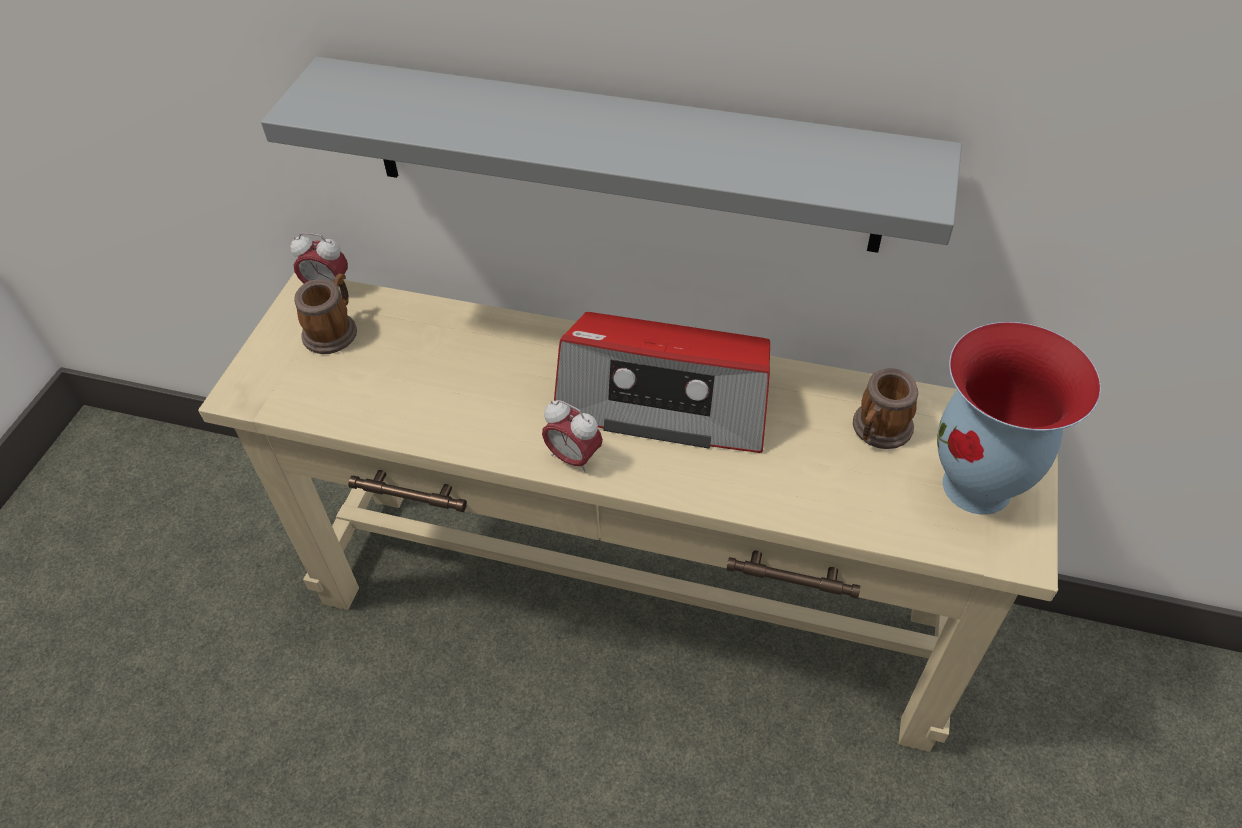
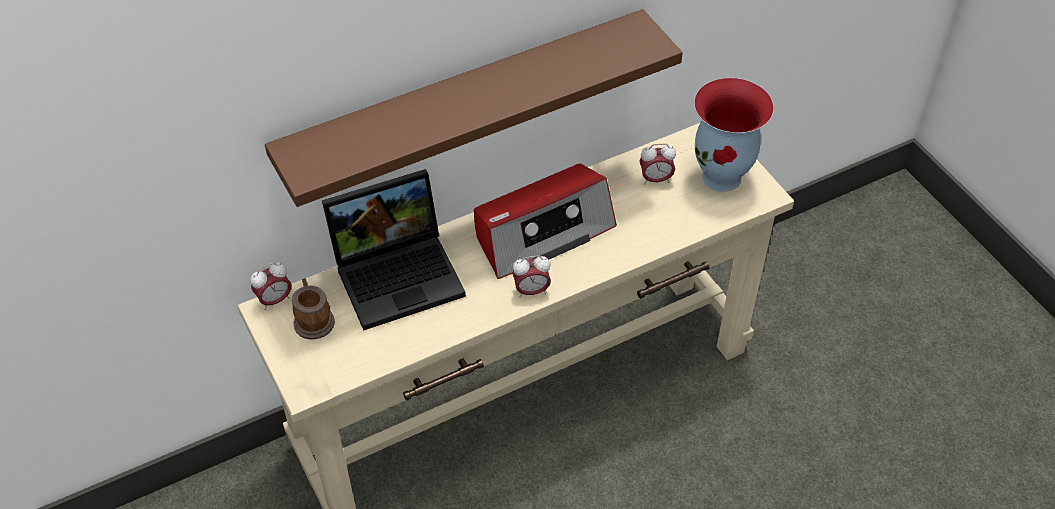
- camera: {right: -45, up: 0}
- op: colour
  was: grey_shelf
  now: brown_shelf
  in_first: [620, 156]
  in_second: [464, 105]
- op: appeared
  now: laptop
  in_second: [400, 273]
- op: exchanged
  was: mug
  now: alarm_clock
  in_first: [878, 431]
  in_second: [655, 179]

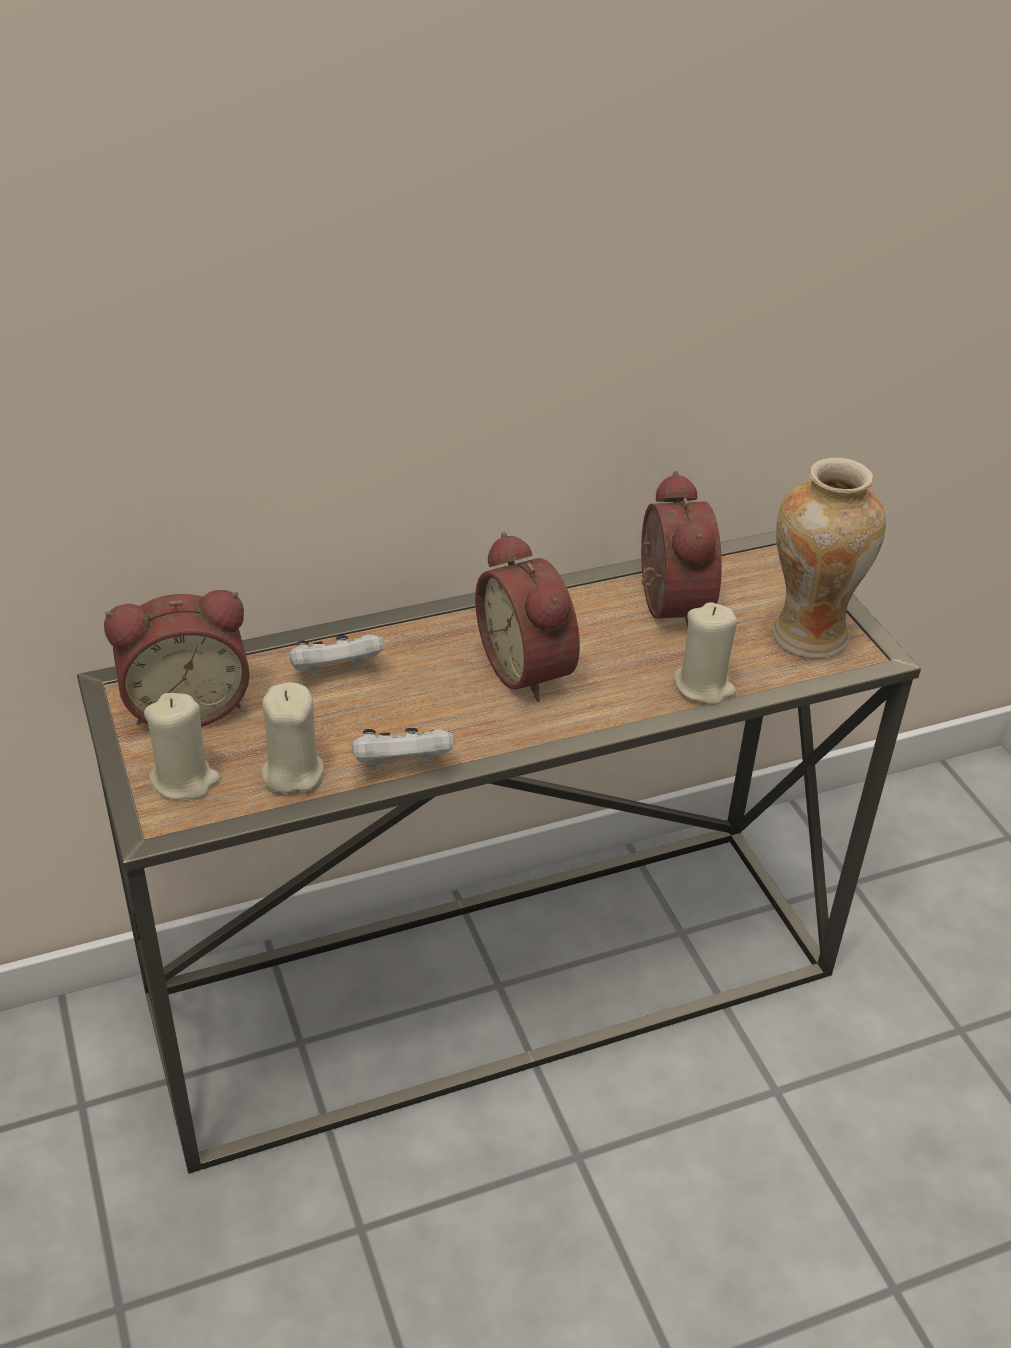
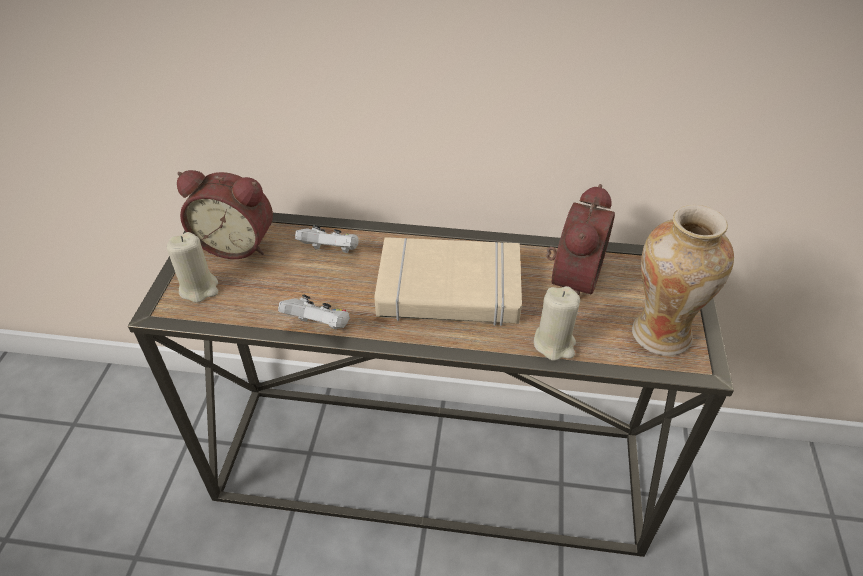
- camera: {right: 30, up: 5}
- op: exchanged
  was: alarm_clock
  now: beige_book
  in_first: [531, 668]
  in_second: [449, 290]
- op: missing
  was: beige_candle
  in_first: [292, 772]

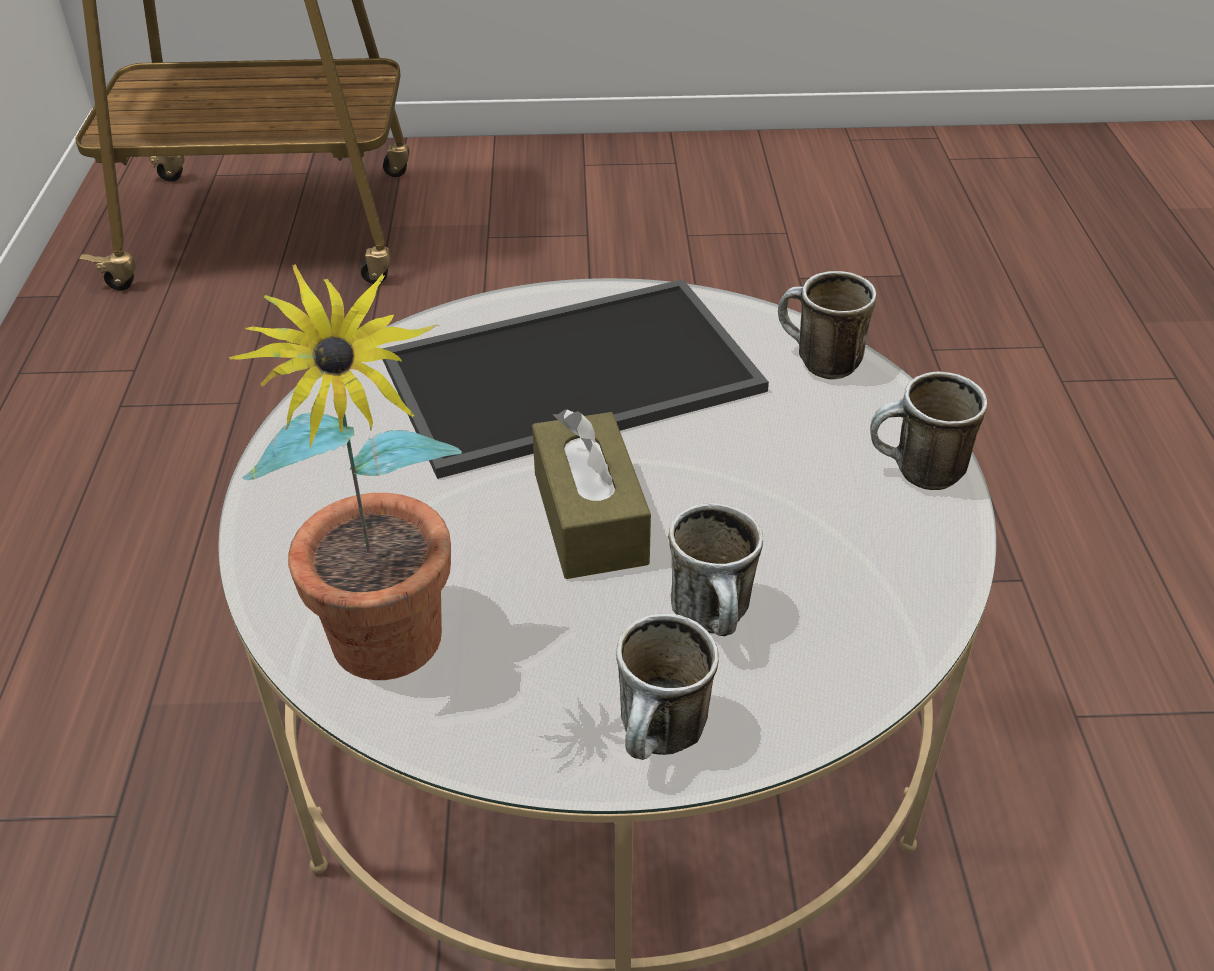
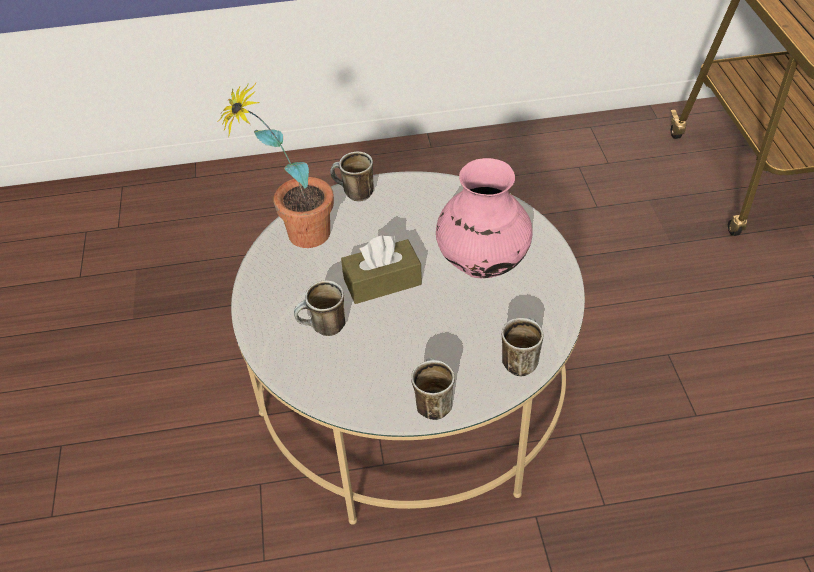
- camera: {right: 85, up: 5}
- op: relocated
  was: mug
  in_first: [661, 741]
  in_second: [353, 194]
- op: exchanged
  was: tray
  now: pink_vase
  in_first: [569, 379]
  in_second: [482, 262]

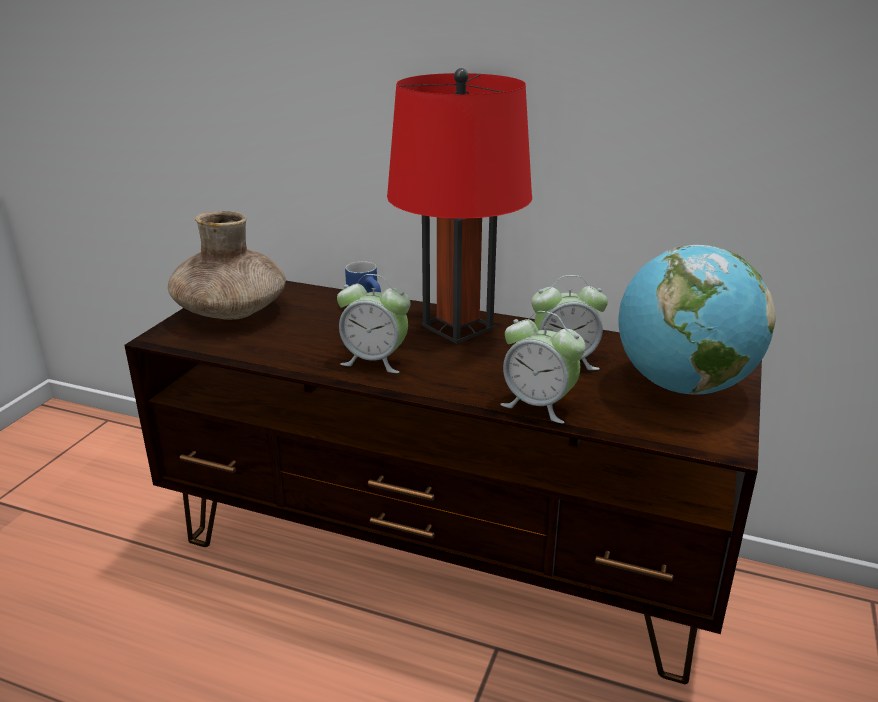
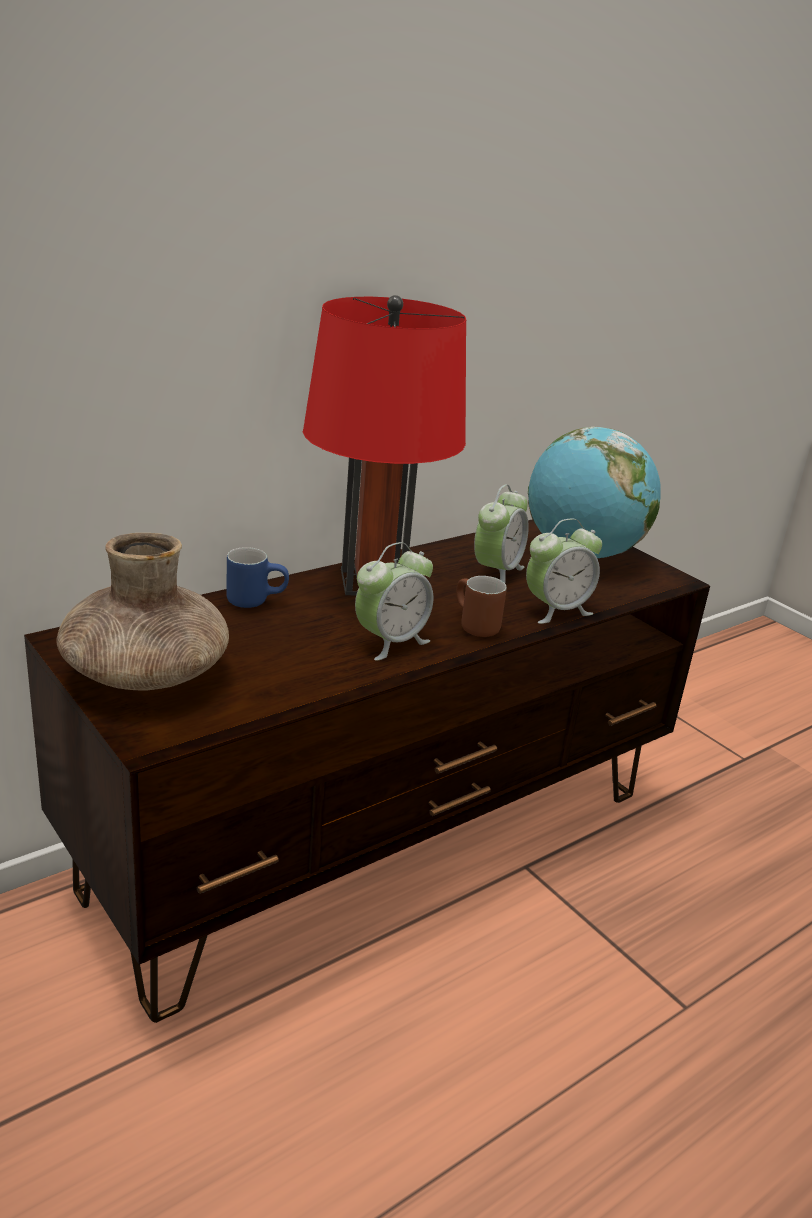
- camera: {right: -60, up: 0}
- op: appeared
  now: brown_mug
  in_second: [472, 625]

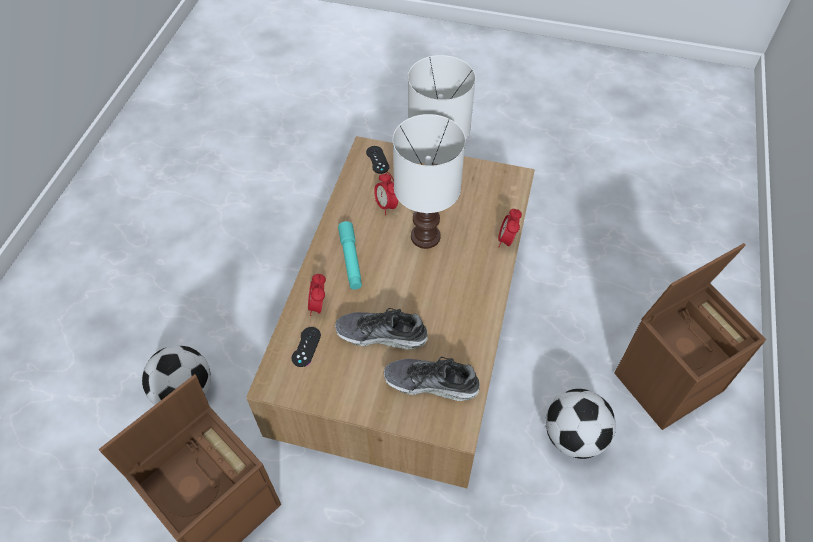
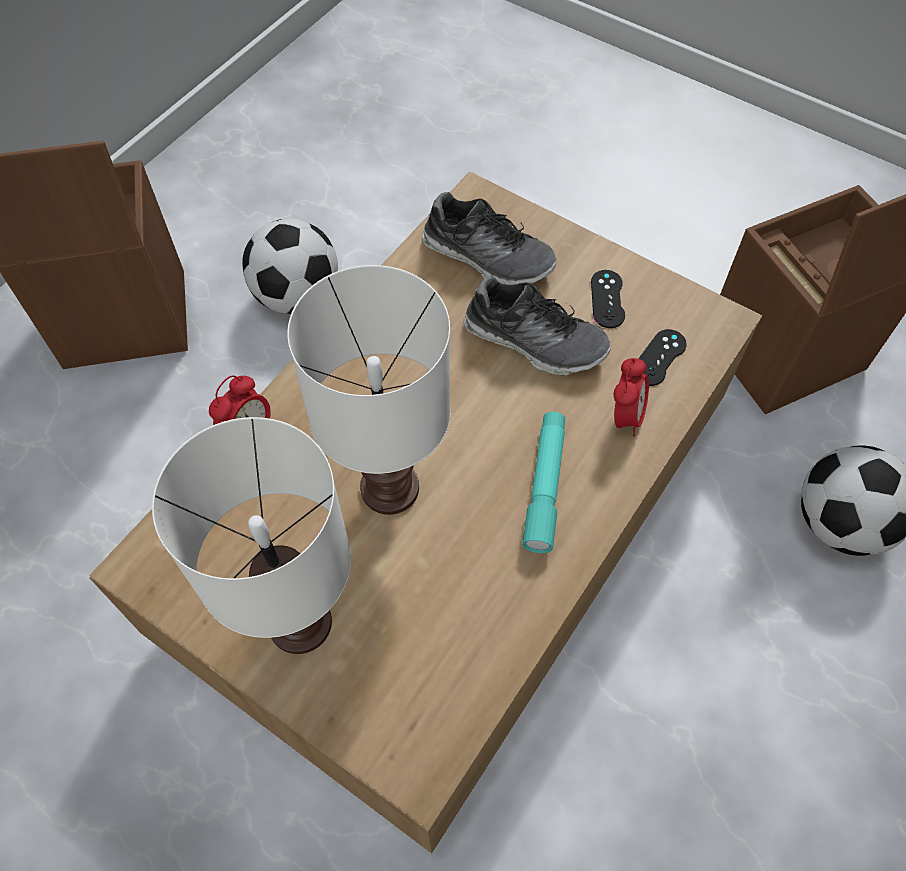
- camera: {right: -160, up: 5}
- op: relocated
  was: black_game_controller
  in_first: [377, 160]
  in_second: [607, 299]
- op: missing
  was: alarm_clock
  in_first: [386, 206]

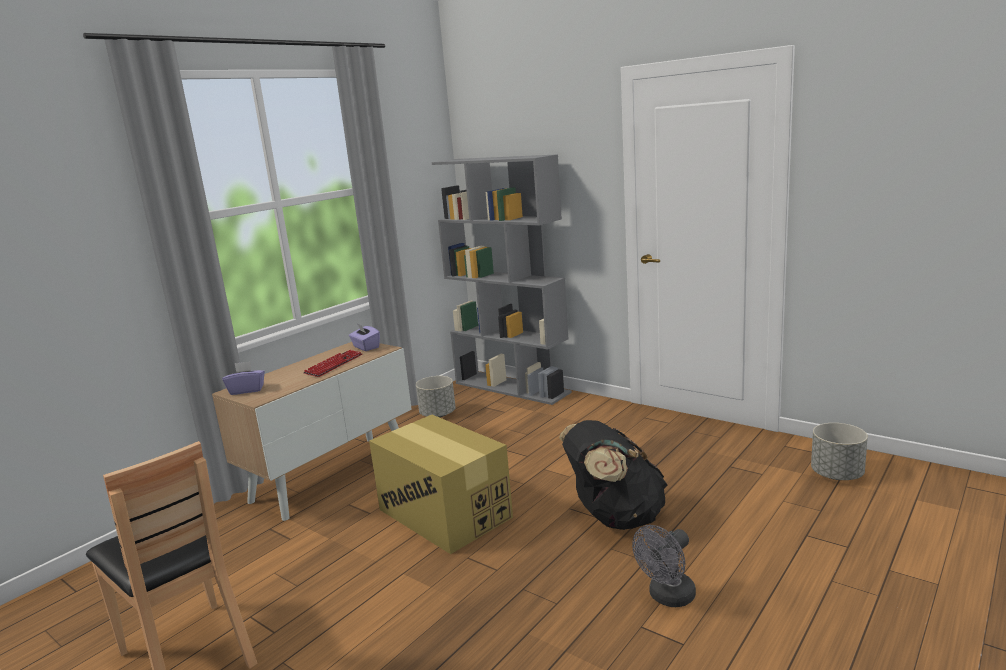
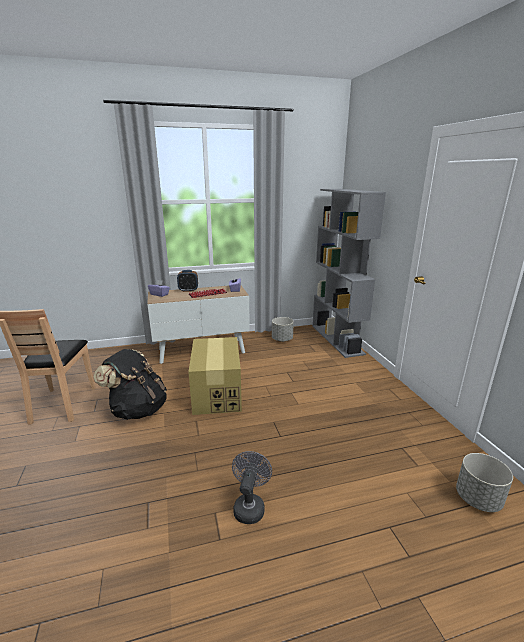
- camera: {right: 35, up: 5}
- op: relocated
  was: black_backpack
  in_first: [614, 517]
  in_second: [138, 409]
- op: appeared
  now: alarm_clock
  in_second: [188, 290]
- op: spun
  was: grey_fan
  in_first: [667, 597]
  in_second: [250, 506]
  clockwise: 105

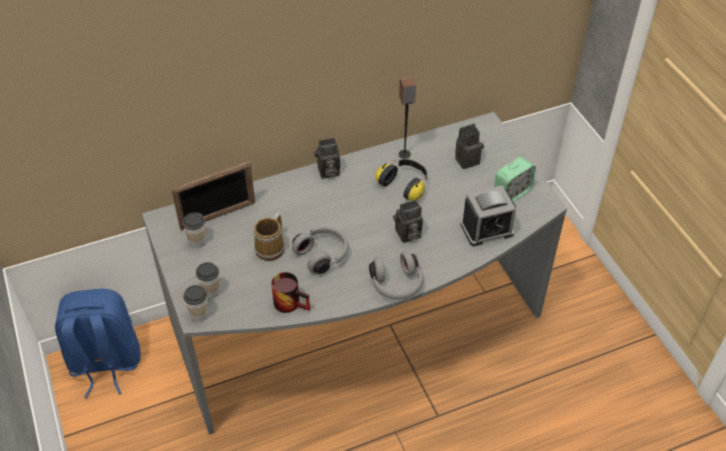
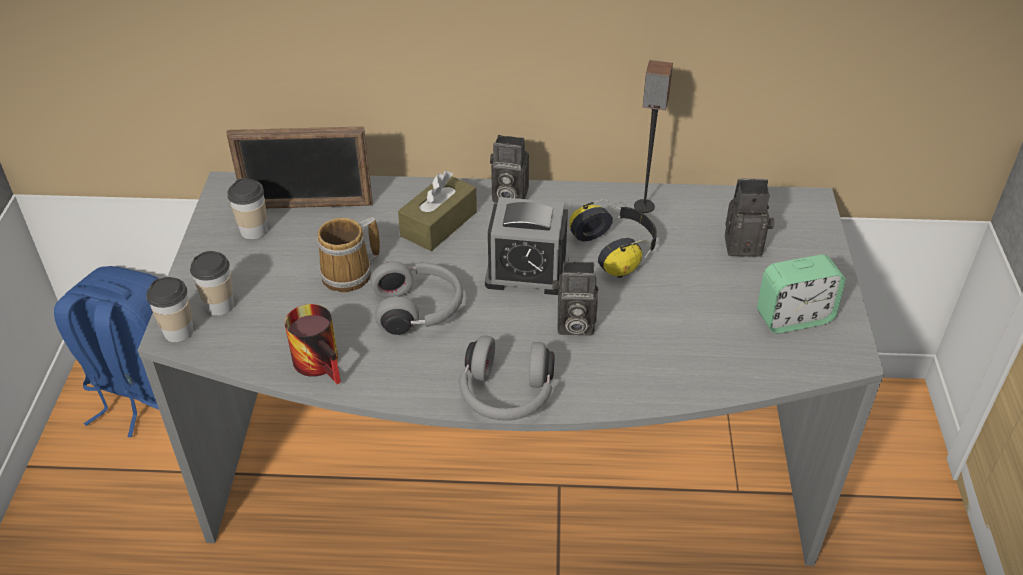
- camera: {right: 25, up: -5}
- op: appeared
  now: brown_tissue_box
  in_second: [439, 224]
- op: relocated
  was: alarm_clock
  in_first: [486, 229]
  in_second: [527, 272]

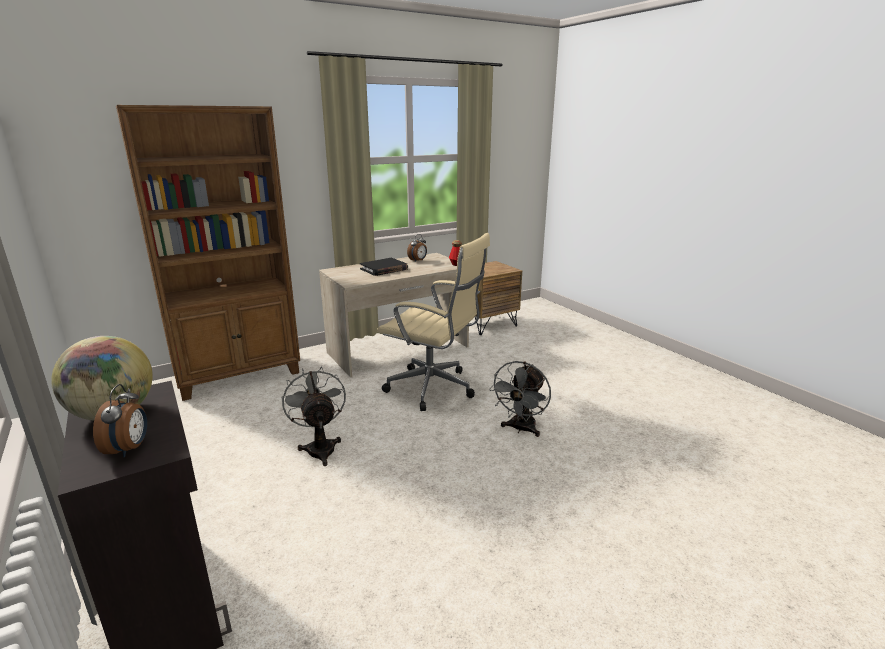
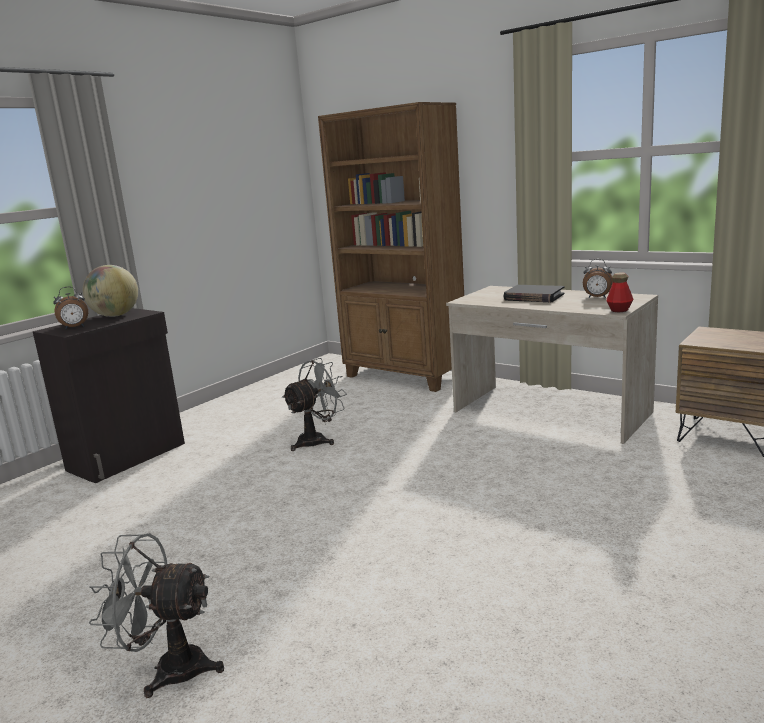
- camera: {right: 70, up: -5}
- op: relocated
  was: grey_fan
  in_first: [520, 429]
  in_second: [169, 669]
- op: missing
  was: beige_office_chair
  in_first: [434, 389]

